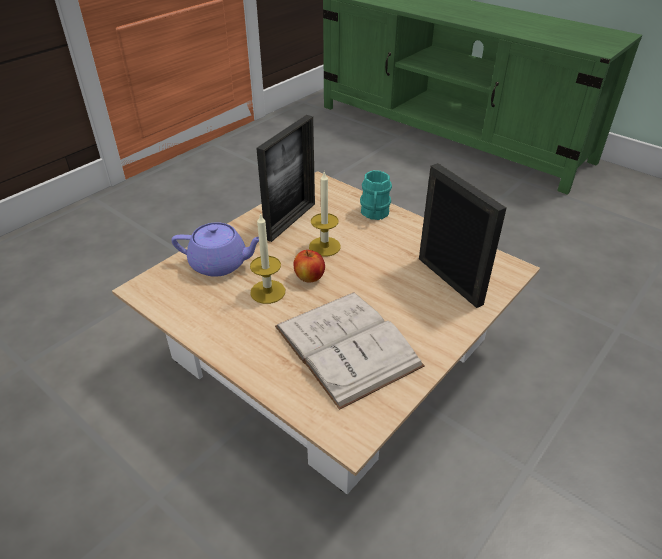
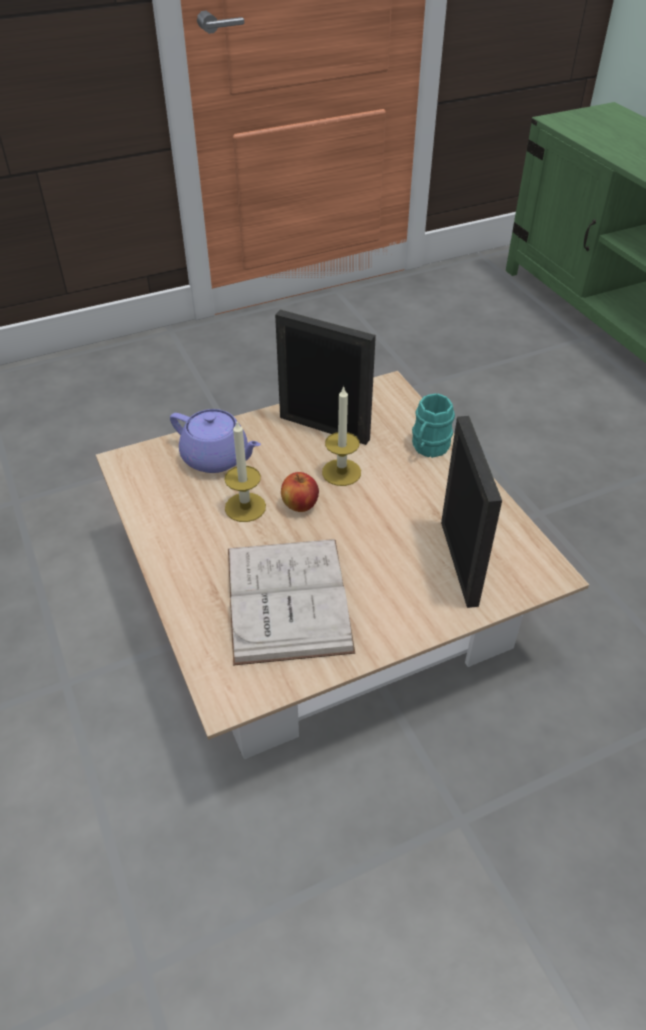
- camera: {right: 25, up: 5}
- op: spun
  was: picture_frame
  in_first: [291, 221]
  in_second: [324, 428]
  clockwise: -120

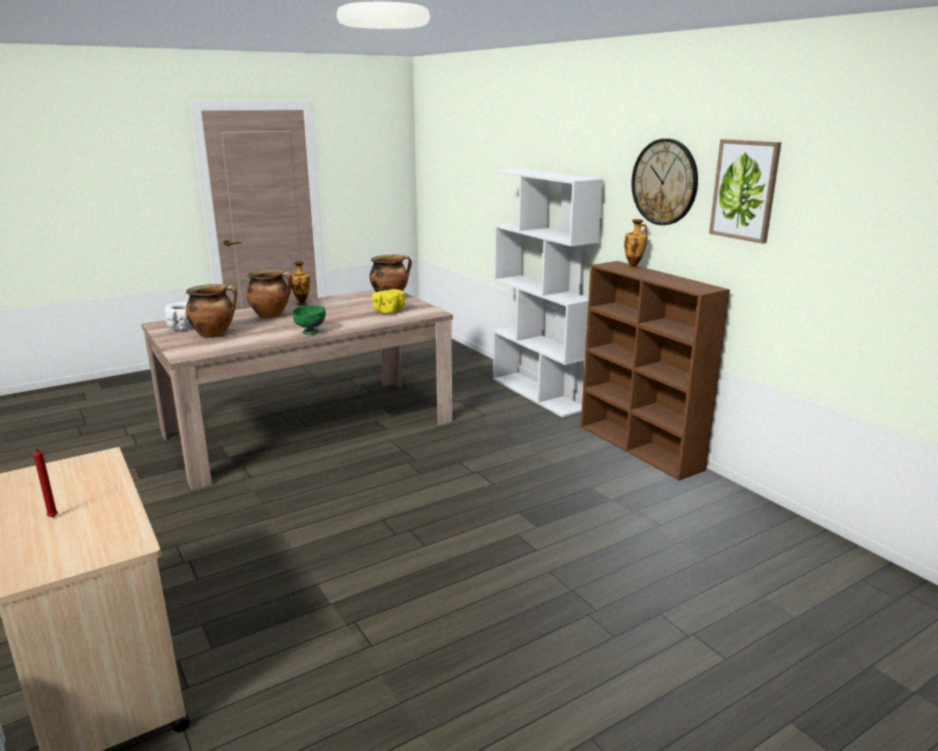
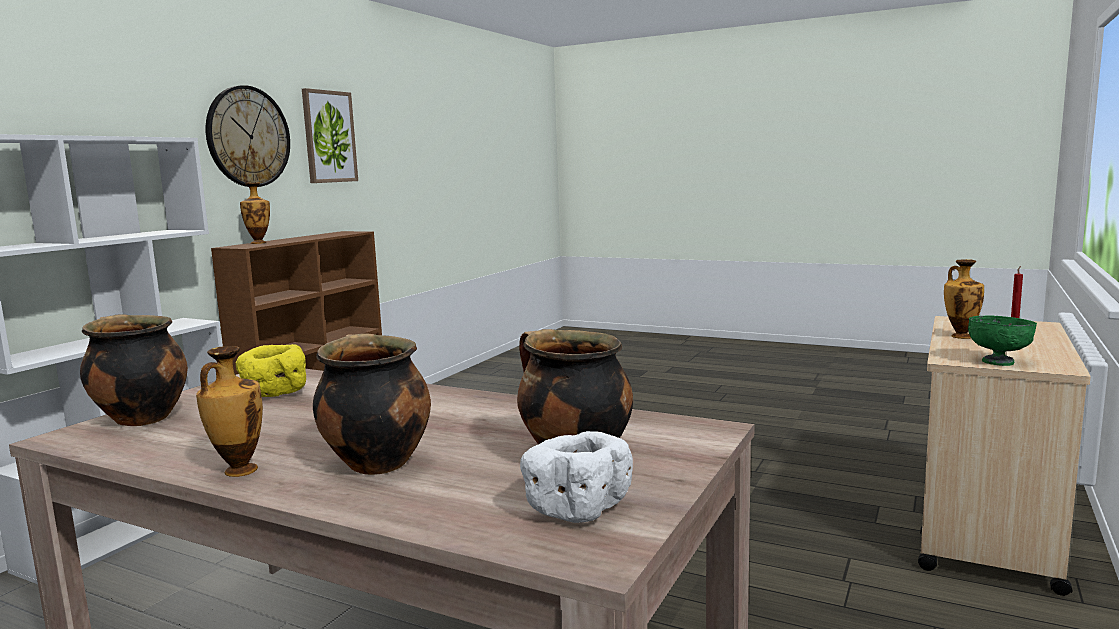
- camera: {right: -120, up: -10}
- op: appeared
  now: vase
  in_second: [960, 336]
- op: relocated
  was: green_bowl
  in_first: [310, 332]
  in_second: [998, 361]

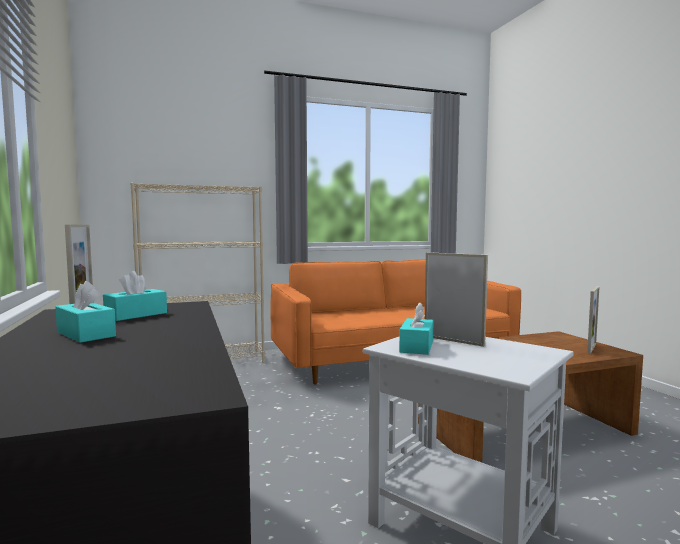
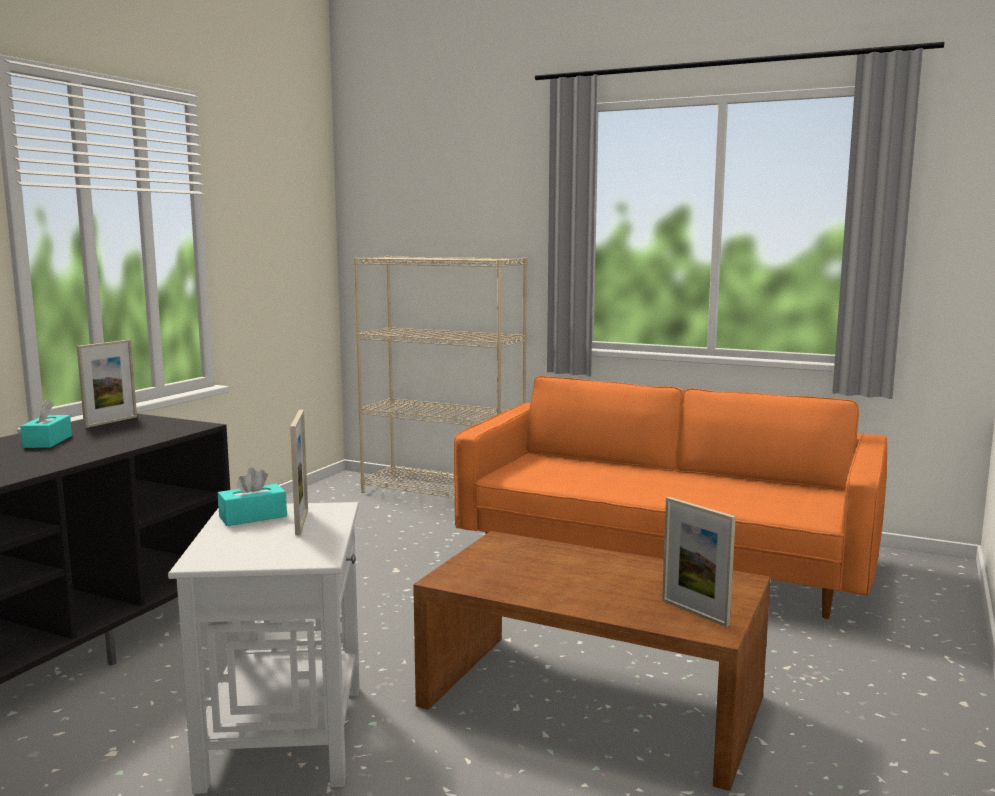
- camera: {right: 45, up: 5}
- op: spun
  was: picture_frame
  in_first: [591, 348]
  in_second: [694, 612]
  clockwise: 60
- op: missing
  was: turquoise_tissue_box
  in_first: [136, 315]

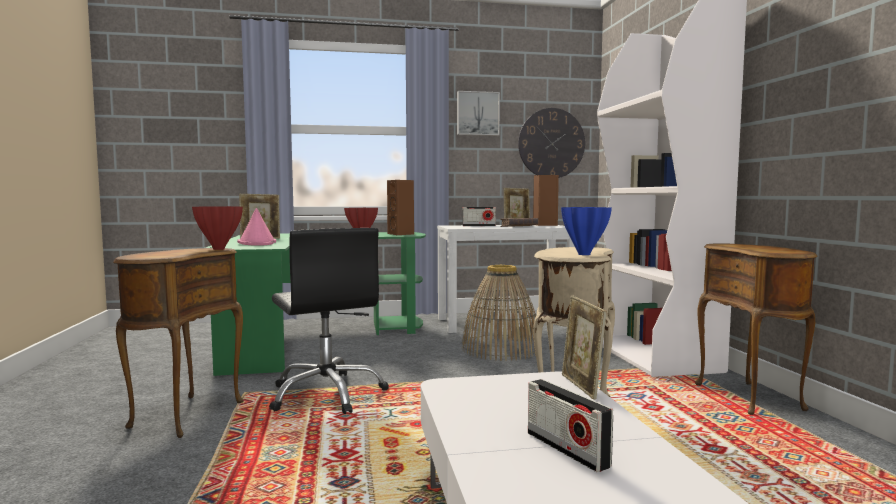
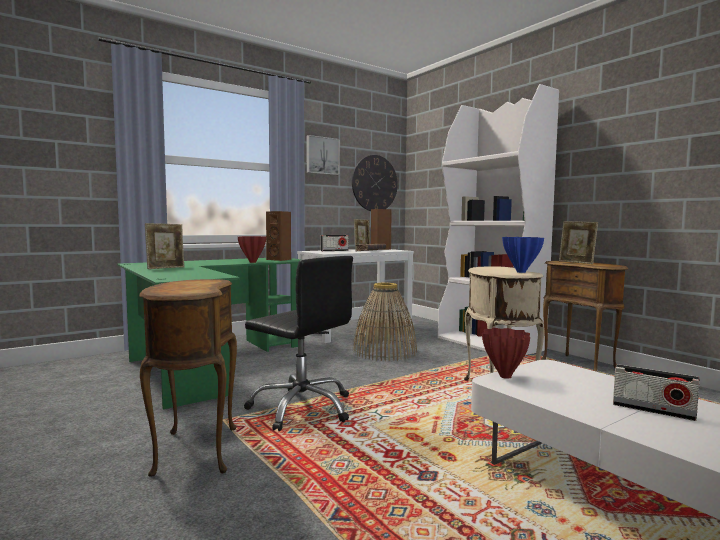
- camera: {right: -25, up: 0}
- op: relocated
  was: red_vase
  in_first: [219, 249]
  in_second: [504, 376]
- op: relocated
  was: picture_frame
  in_first: [581, 387]
  in_second: [576, 262]
- op: missing
  was: pink_hat
  in_first: [257, 243]

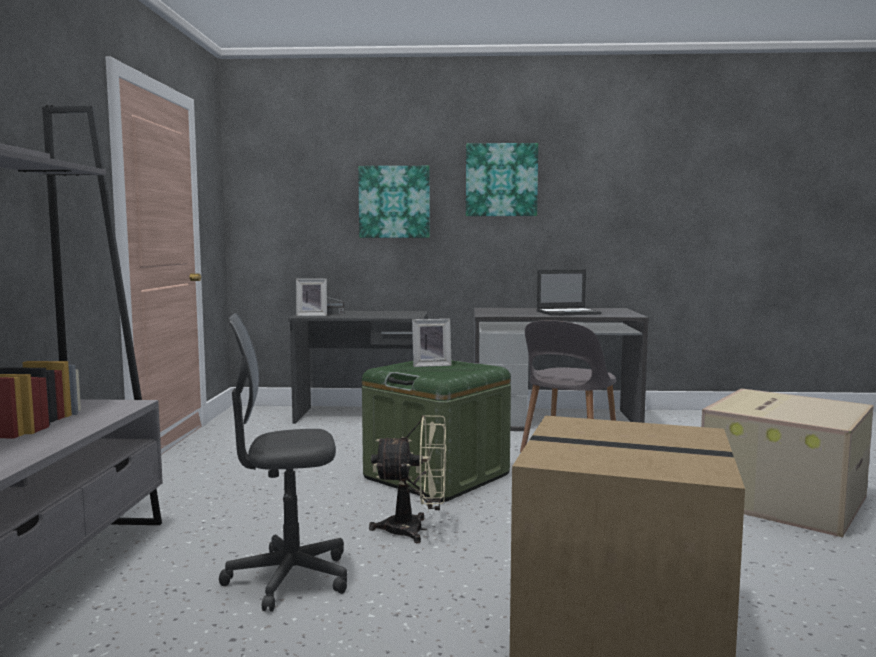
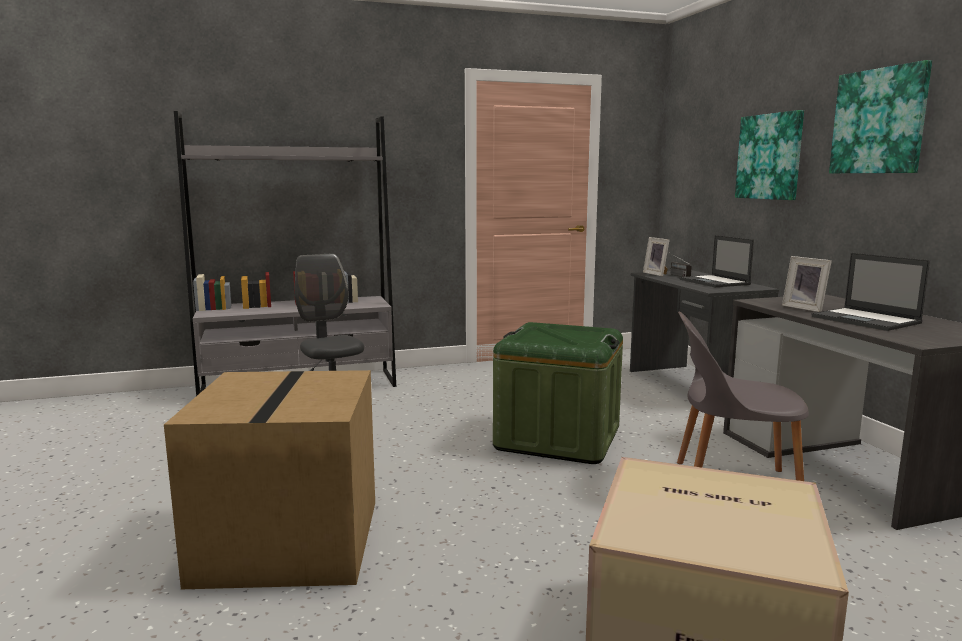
- camera: {right: 70, up: 5}
- op: appeared
  now: laptop
  in_second: [715, 282]
- op: relocated
  was: picture_frame
  in_first: [431, 365]
  in_second: [805, 308]
- op: missing
  was: beige_fan
  in_first: [415, 530]

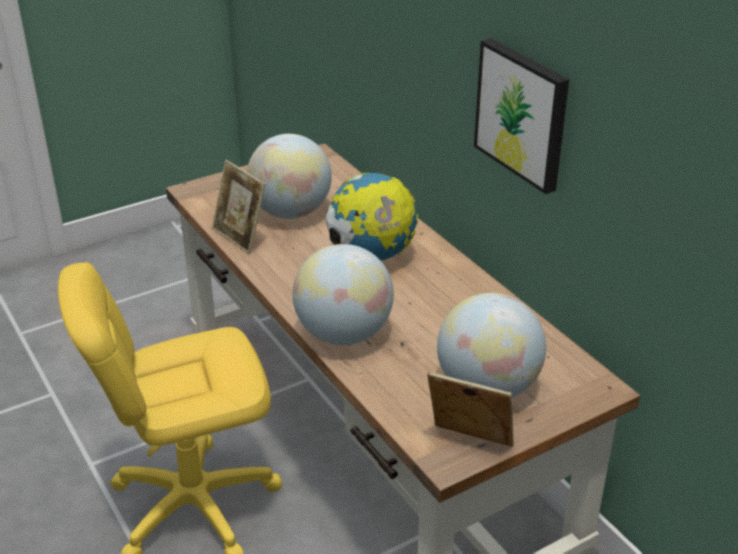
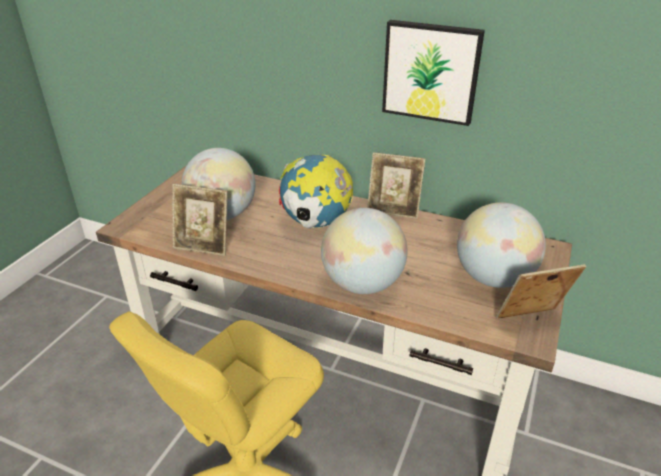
- camera: {right: -35, up: 0}
- op: appeared
  now: picture_frame
  in_second: [393, 210]

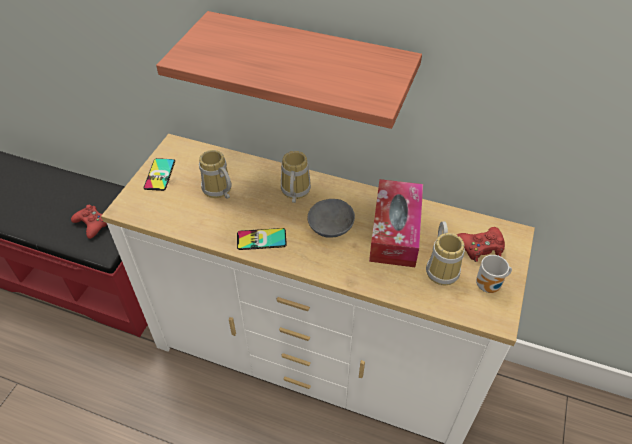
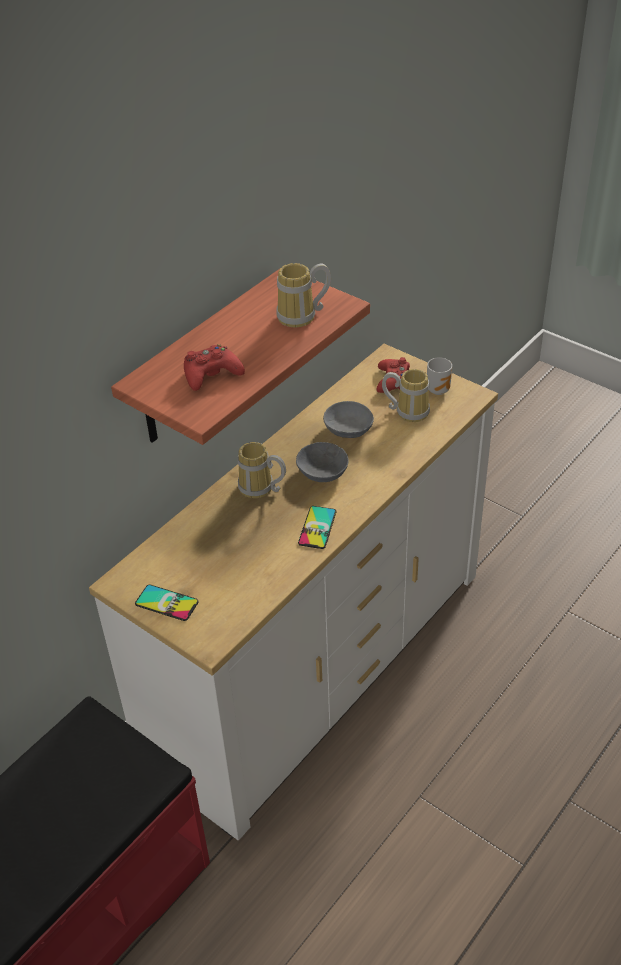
- camera: {right: -70, up: -5}
- op: relocated
  was: red_game_controller
  in_first: [92, 224]
  in_second: [211, 374]
- op: relocated
  was: mug
  in_first: [218, 192]
  in_second: [302, 317]
- op: exchanged
  was: tissue_box
  now: grey_bowl
  in_first: [395, 231]
  in_second: [350, 429]

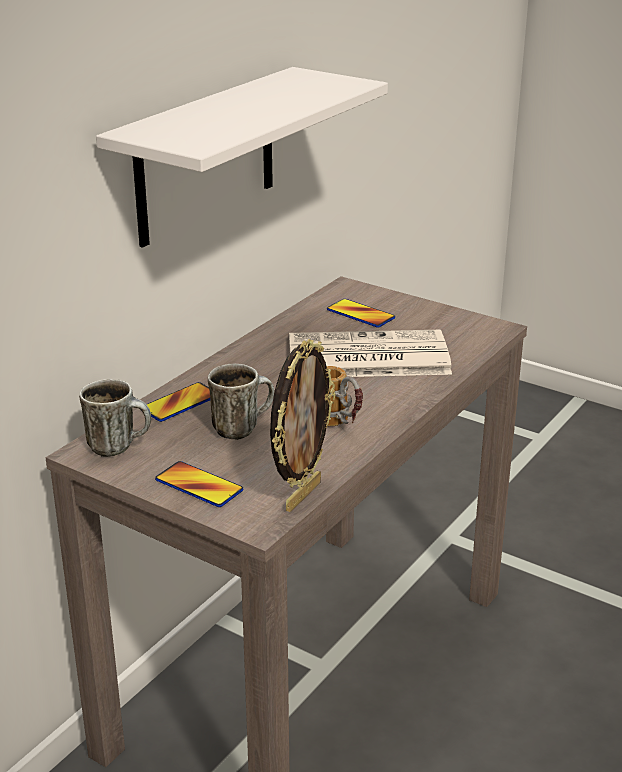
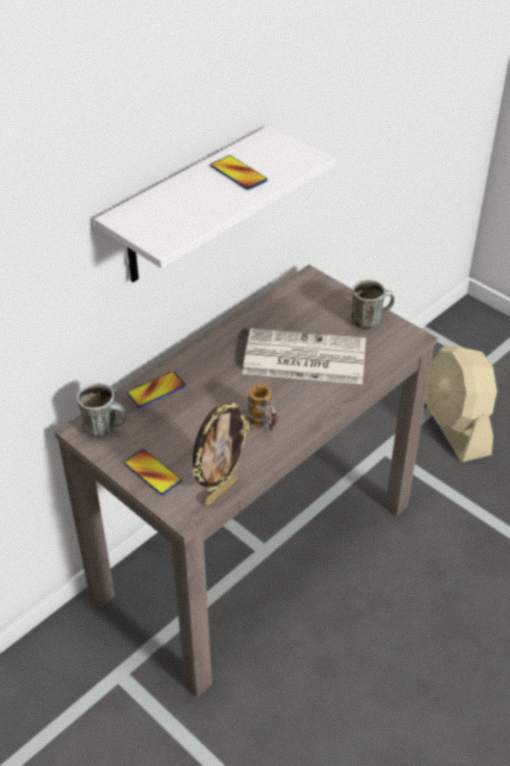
- camera: {right: 10, up: 15}
- op: relocated
  was: phone
  in_first: [360, 314]
  in_second: [238, 174]
- op: relocated
  was: mug
  in_first: [241, 428]
  in_second: [370, 320]
- op: appeared
  now: beige_fan
  in_second: [455, 426]

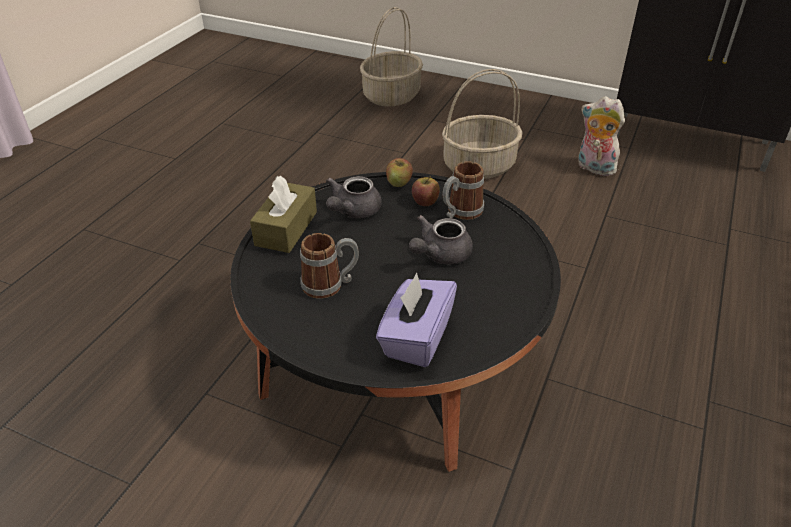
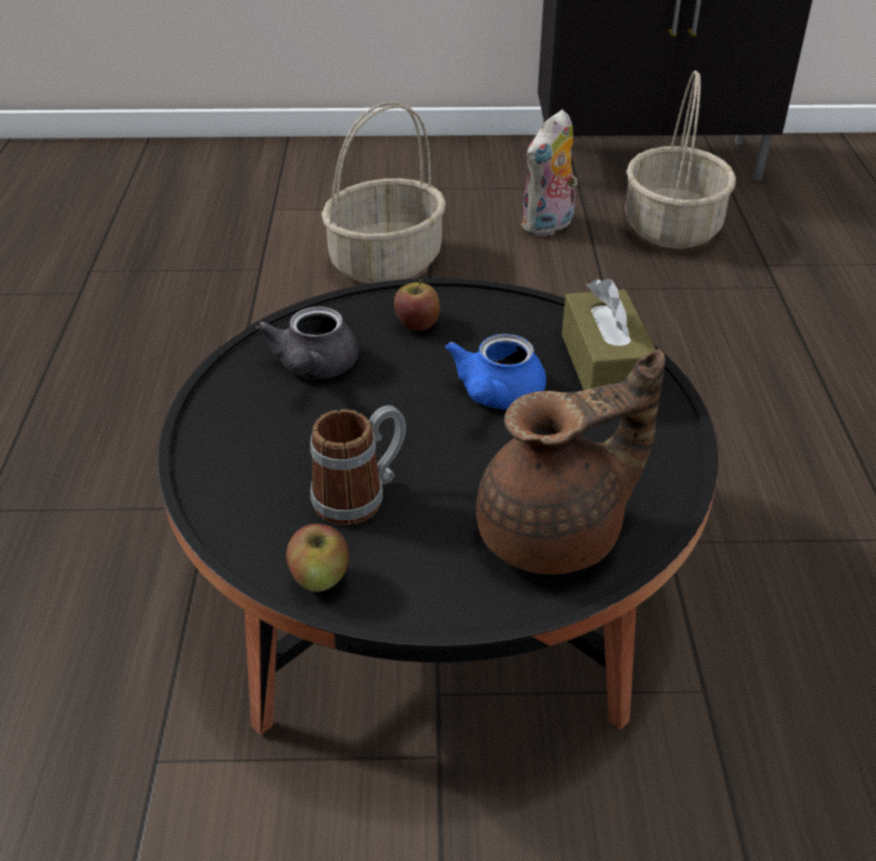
- camera: {right: -25, up: 0}
- op: relocated
  was: apple
  in_first: [399, 182]
  in_second: [319, 576]
- op: colour
  was: grey_teapot
  now: blue_teapot
  in_first: [439, 255]
  in_second: [496, 397]
- op: exchanged
  was: purple_tissue_box
  now: brown_teapot
  in_first: [416, 338]
  in_second: [556, 534]
- op: spun
  was: plush_toy
  in_first: [593, 168]
  in_second: [548, 226]
  clockwise: -60
- op: relocated
  was: brown_tissue_box
  in_first: [286, 228]
  in_second: [605, 366]
- op: relocated
  was: basket
  in_first: [391, 95]
  in_second: [671, 227]
- op: missing
  was: mug
  in_first: [460, 213]

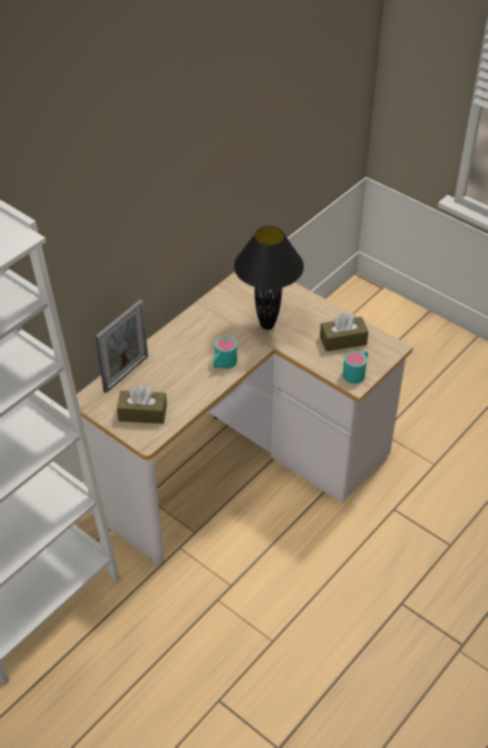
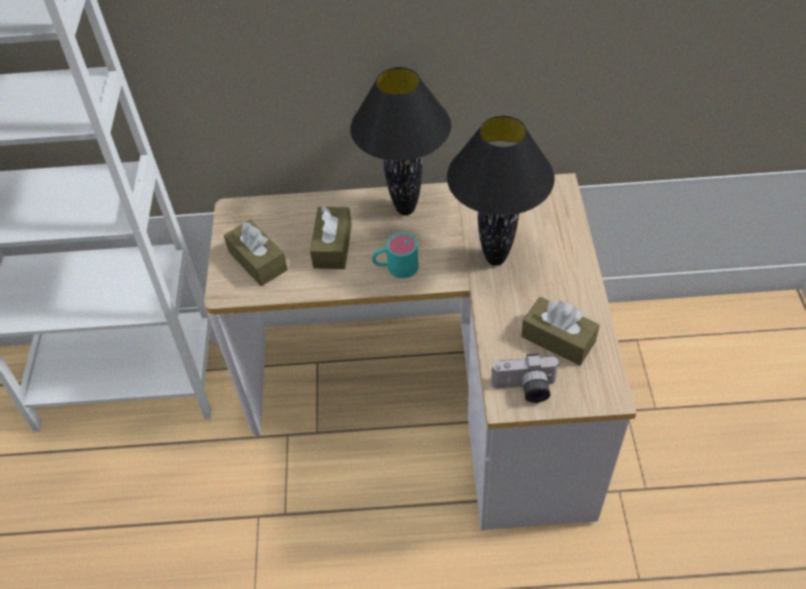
- camera: {right: 50, up: 5}
- op: appeared
  now: brown_tissue_box
  in_second: [332, 246]
- op: appeared
  now: black_table_lamp
  in_second: [406, 209]
- op: exchanged
  was: turquoise_mug
  now: photo_camera
  in_first: [356, 372]
  in_second: [525, 389]
- op: missing
  was: picture_frame
  in_first: [126, 373]

